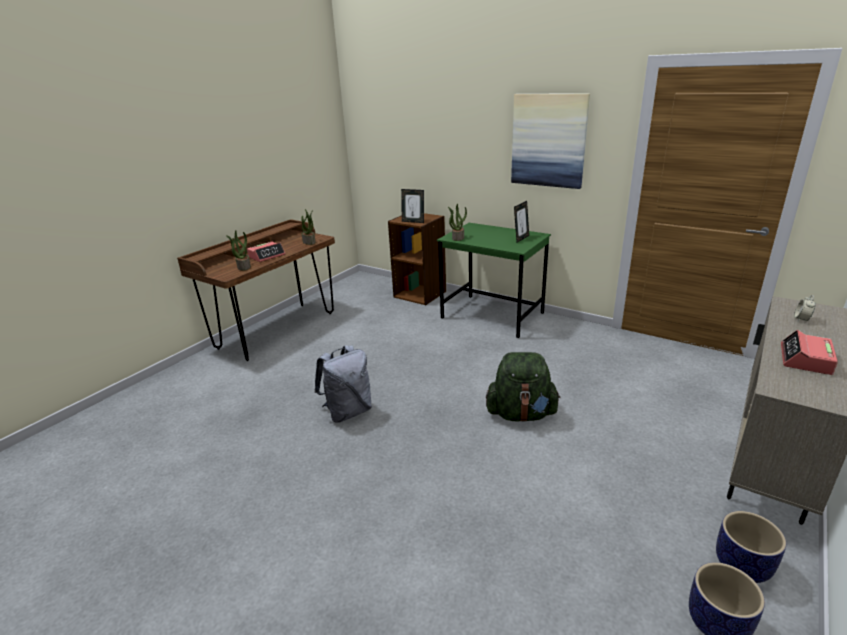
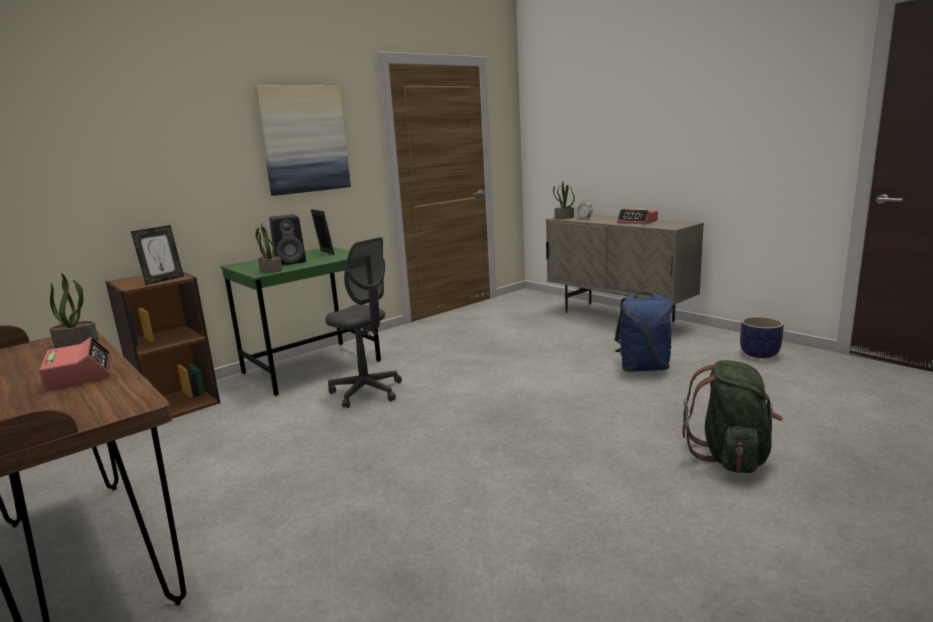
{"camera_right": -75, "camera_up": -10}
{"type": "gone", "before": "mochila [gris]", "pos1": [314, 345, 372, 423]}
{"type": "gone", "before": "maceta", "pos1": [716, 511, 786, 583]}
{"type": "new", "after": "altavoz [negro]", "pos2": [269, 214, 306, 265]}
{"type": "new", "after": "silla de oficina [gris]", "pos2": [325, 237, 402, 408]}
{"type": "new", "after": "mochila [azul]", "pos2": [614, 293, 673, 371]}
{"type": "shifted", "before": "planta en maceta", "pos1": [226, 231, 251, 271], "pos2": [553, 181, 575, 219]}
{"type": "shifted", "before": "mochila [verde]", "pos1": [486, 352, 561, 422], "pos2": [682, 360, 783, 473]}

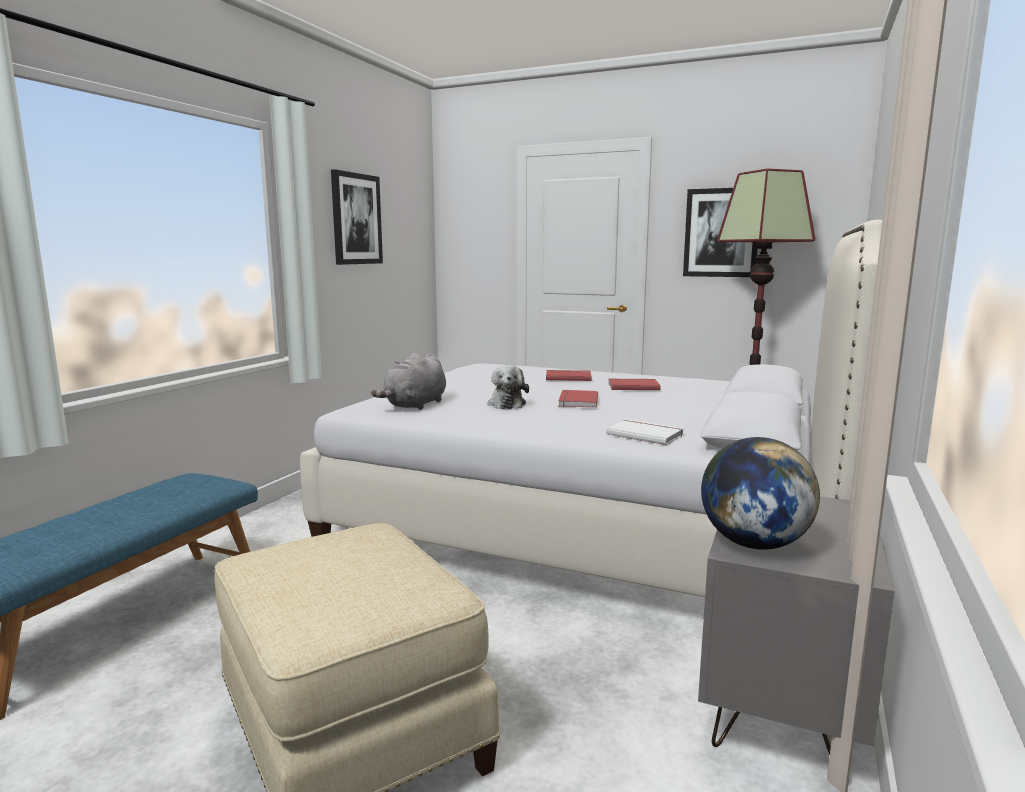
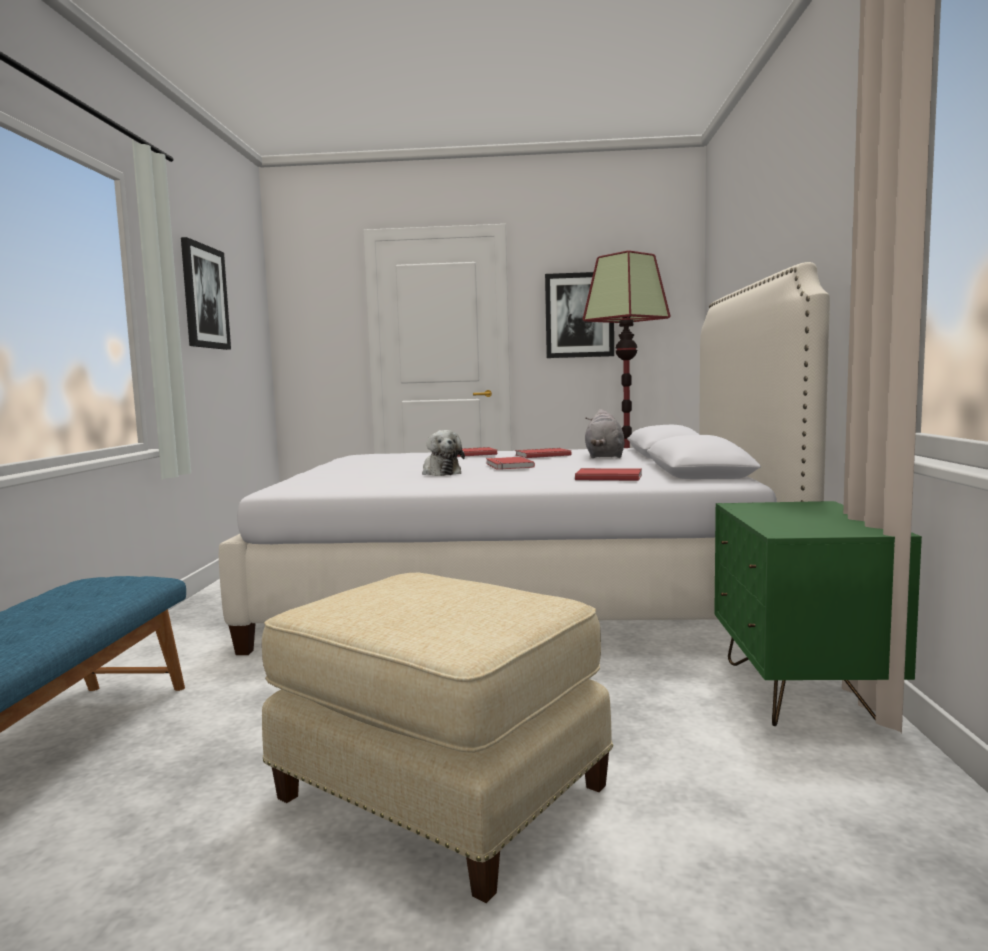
{"camera_right": -20, "camera_up": -5}
{"type": "gone", "before": "globo terráqueo", "pos1": [701, 437, 820, 550]}
{"type": "shifted", "before": "peluche [gris]", "pos1": [371, 353, 446, 410], "pos2": [585, 409, 625, 458]}
{"type": "repainted", "before": "libro [blanco]", "after": "libro [rojo]", "pos1": [606, 419, 684, 445], "pos2": [575, 468, 642, 481]}
{"type": "repainted", "before": "mesita de noche [gris]", "after": "mesita de noche [verde]", "pos1": [698, 497, 894, 755], "pos2": [714, 501, 922, 726]}

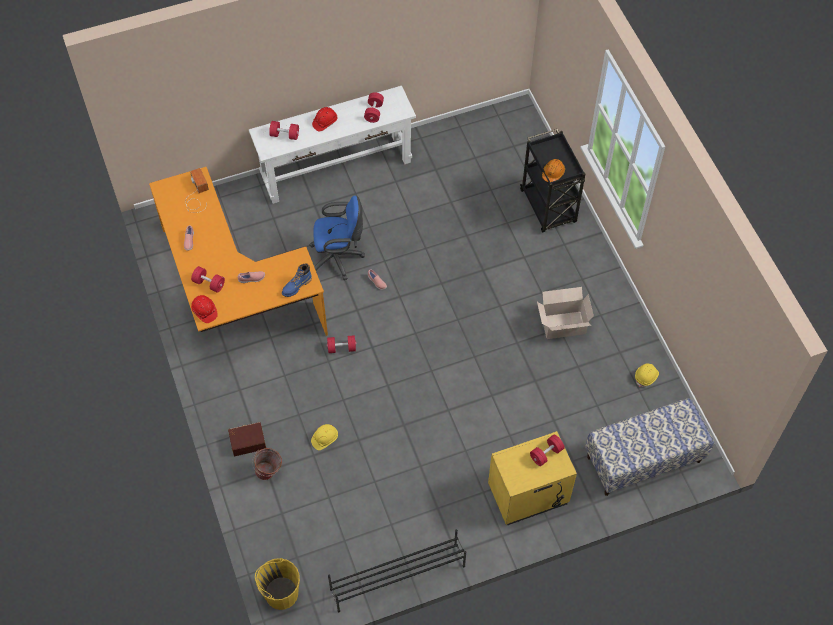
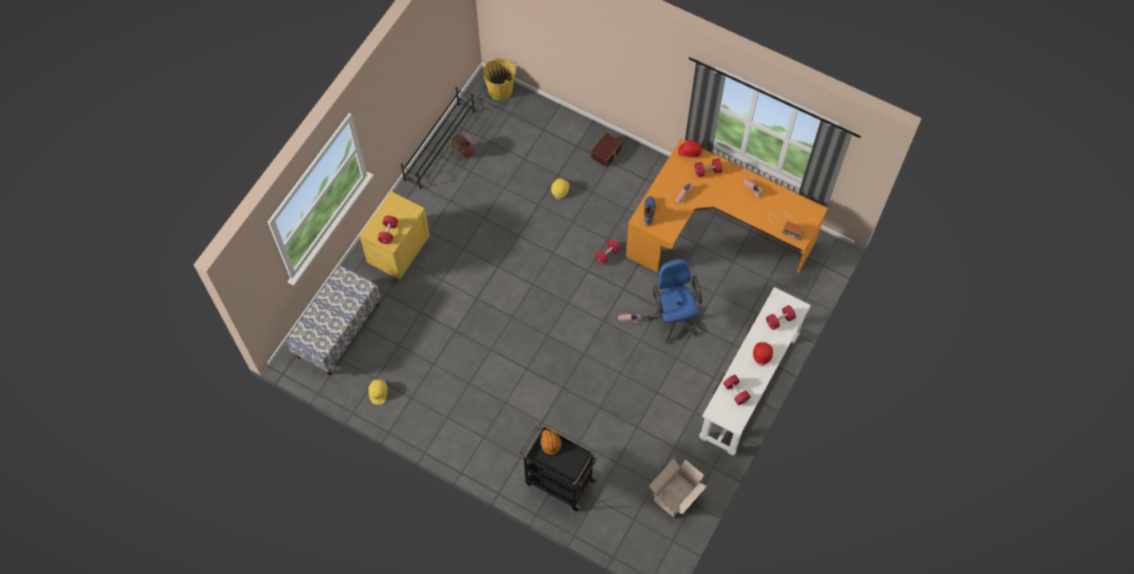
{"camera_right": 140, "camera_up": 5}
{"type": "shifted", "before": "cubo", "pos1": [252, 448, 282, 480], "pos2": [449, 132, 474, 159]}
{"type": "shifted", "before": "caja de cartón", "pos1": [537, 287, 594, 339], "pos2": [649, 458, 707, 517]}
{"type": "rotated", "before": "silla de oficina [azul]", "pos1": [309, 196, 365, 280], "pos2": [648, 258, 702, 343], "turn": 120}

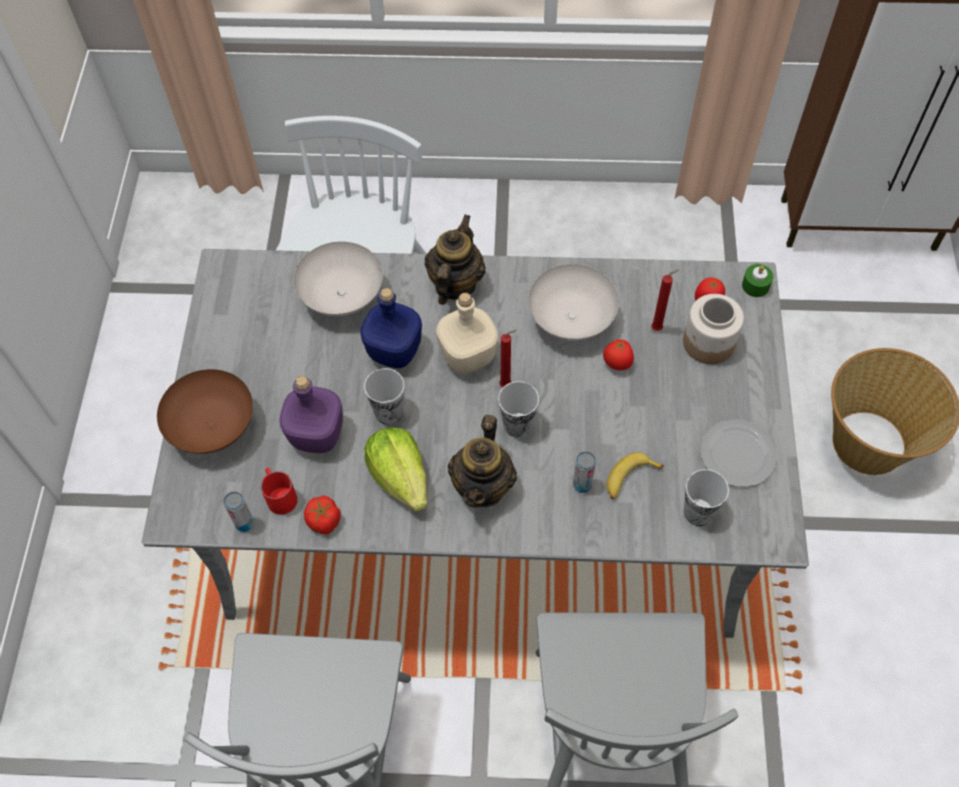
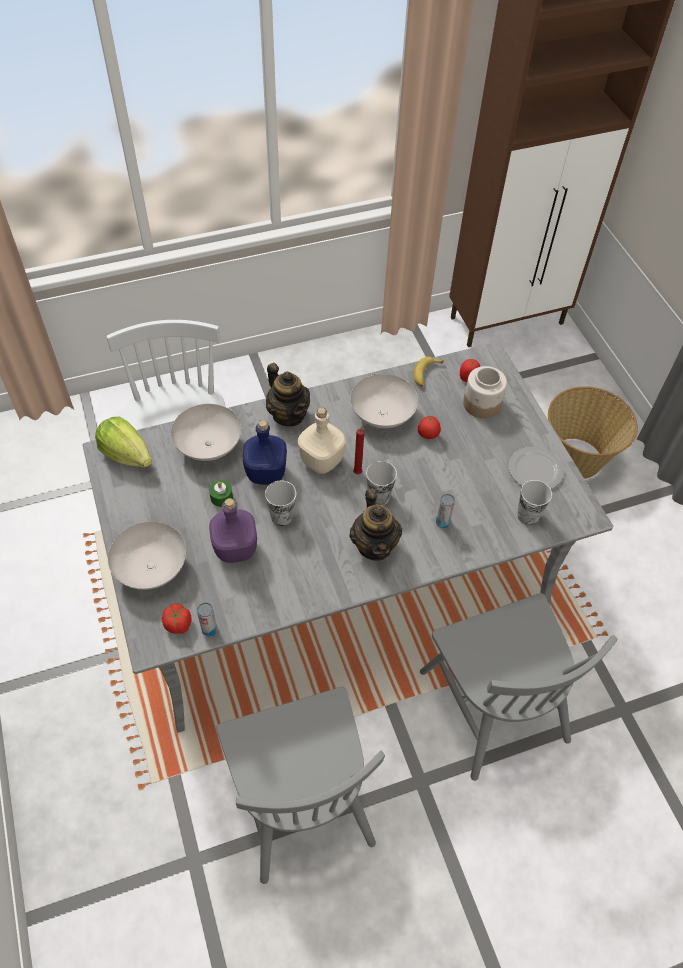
{"camera_right": -25, "camera_up": -5}
{"type": "gone", "before": "taza grande [rojo]", "pos1": [261, 468, 298, 515]}
{"type": "gone", "before": "vela [rojo]", "pos1": [651, 270, 679, 331]}
{"type": "shifted", "before": "tomate", "pos1": [304, 495, 341, 534], "pos2": [162, 604, 191, 634]}
{"type": "shifted", "before": "lechuga", "pos1": [364, 427, 427, 511], "pos2": [95, 417, 152, 467]}
{"type": "shifted", "before": "plátano", "pos1": [607, 453, 664, 499], "pos2": [413, 357, 444, 387]}
{"type": "shifted", "before": "vela [verde]", "pos1": [742, 264, 773, 297], "pos2": [209, 480, 233, 507]}
{"type": "repainted", "before": "cuenco [marrón]", "after": "cuenco [blanco]", "pos1": [157, 369, 253, 454], "pos2": [108, 522, 186, 590]}
{"type": "rotated", "before": "tetera", "pos1": [424, 214, 486, 305], "pos2": [266, 363, 310, 426], "turn": 150}

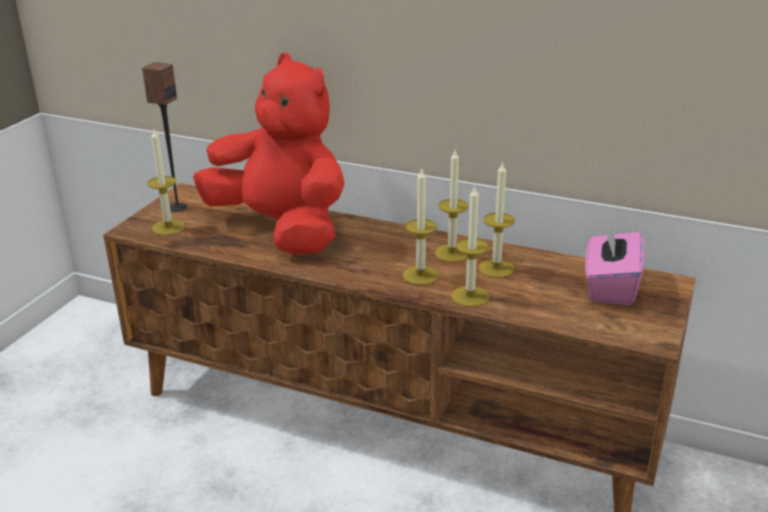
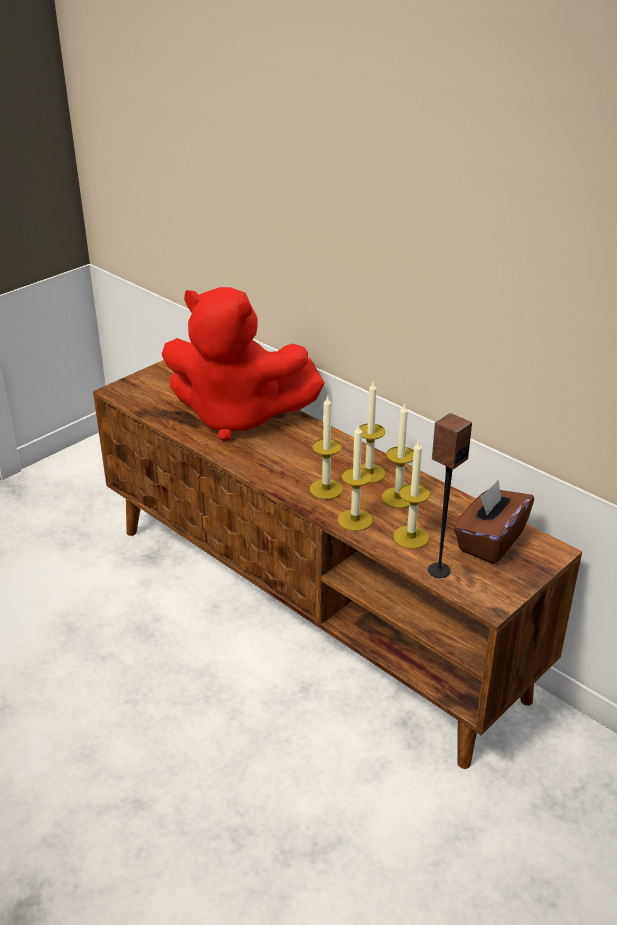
{"camera_right": 20, "camera_up": 5}
{"type": "shifted", "before": "altavoz", "pos1": [142, 62, 187, 212], "pos2": [428, 413, 472, 578]}
{"type": "shifted", "before": "vela", "pos1": [148, 129, 185, 235], "pos2": [393, 439, 430, 549]}
{"type": "repainted", "before": "caja de pañuelos [rosa]", "after": "caja de pañuelos [marrón]", "pos1": [585, 223, 644, 306], "pos2": [454, 480, 534, 564]}
{"type": "rotated", "before": "peluche [rojo]", "pos1": [193, 53, 345, 255], "pos2": [162, 287, 325, 441], "turn": 135}

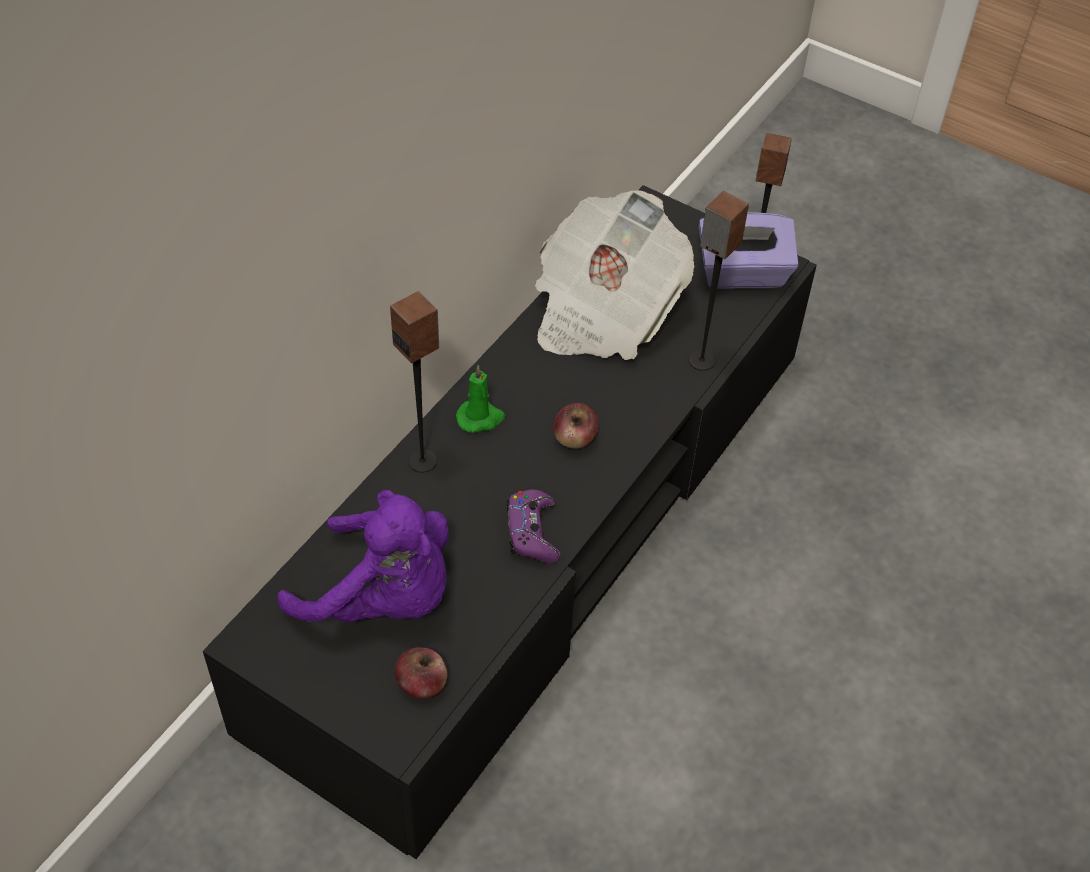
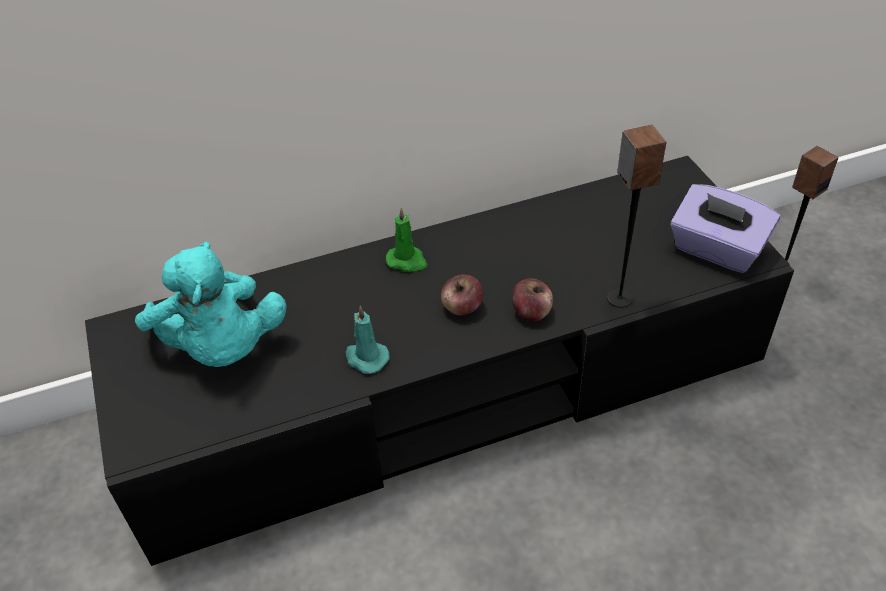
{"camera_right": 40, "camera_up": -5}
{"type": "gone", "before": "altavoz", "pos1": [390, 291, 439, 473]}
{"type": "gone", "before": "periódico", "pos1": [535, 190, 694, 360]}
{"type": "shifted", "before": "manzana", "pos1": [395, 647, 447, 699], "pos2": [512, 278, 553, 321]}
{"type": "swapped", "before": "mando de consola [morado]", "after": "vela [turquesa]", "pos1": [507, 489, 560, 563], "pos2": [345, 306, 390, 374]}
{"type": "repainted", "before": "peluche [morado]", "after": "peluche [turquesa]", "pos1": [277, 490, 449, 622], "pos2": [135, 242, 287, 367]}

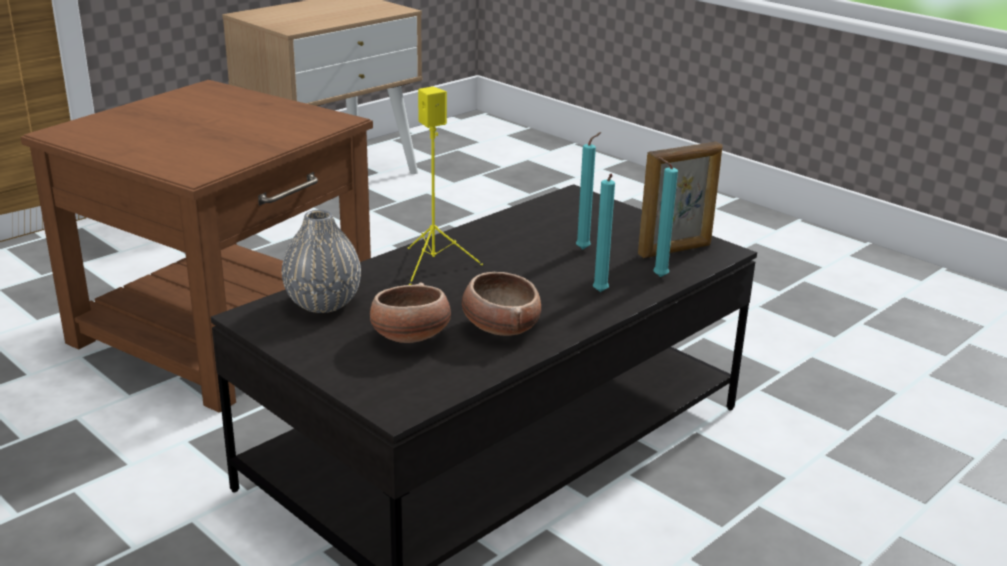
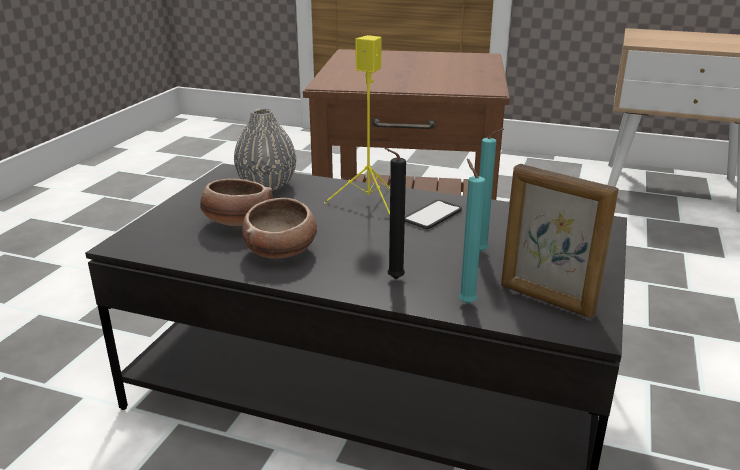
{"camera_right": 65, "camera_up": 0}
{"type": "new", "after": "móvil", "pos2": [405, 200, 462, 229]}
{"type": "repainted", "before": "vela [turquesa]", "after": "vela [negro]", "pos1": [593, 174, 615, 292], "pos2": [384, 148, 406, 279]}

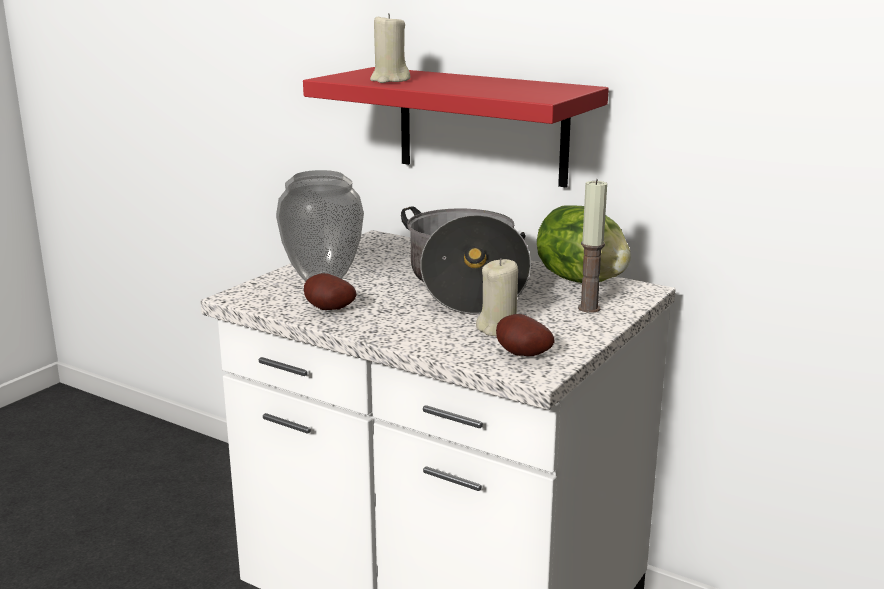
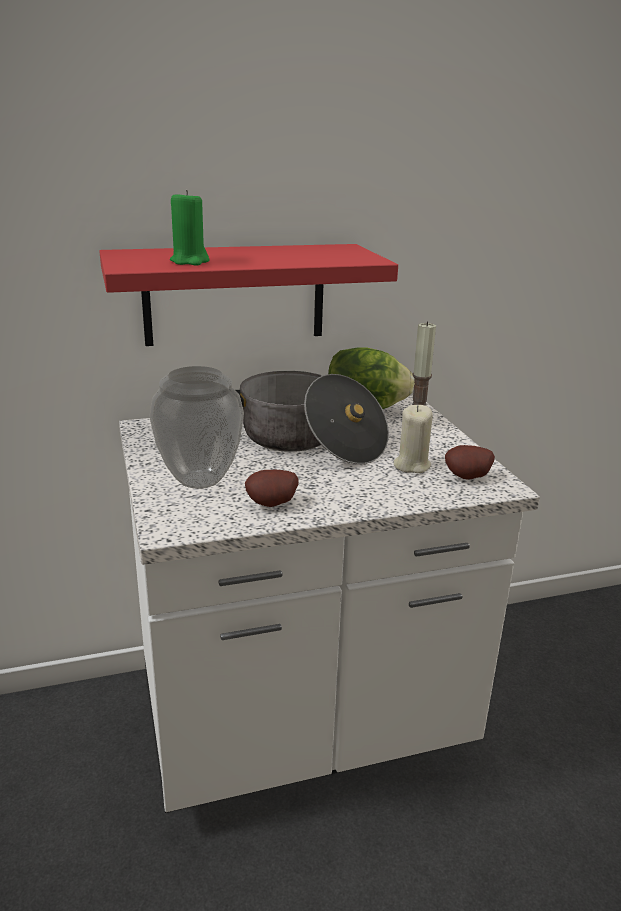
{"camera_right": -50, "camera_up": 5}
{"type": "repainted", "before": "vela [beis]", "after": "vela [verde]", "pos1": [370, 13, 410, 83], "pos2": [170, 190, 209, 265]}

